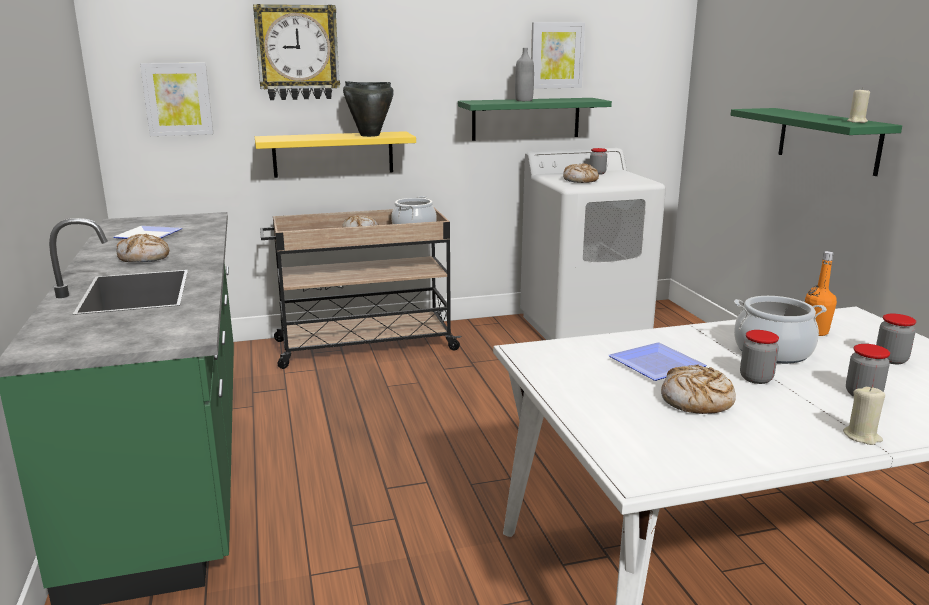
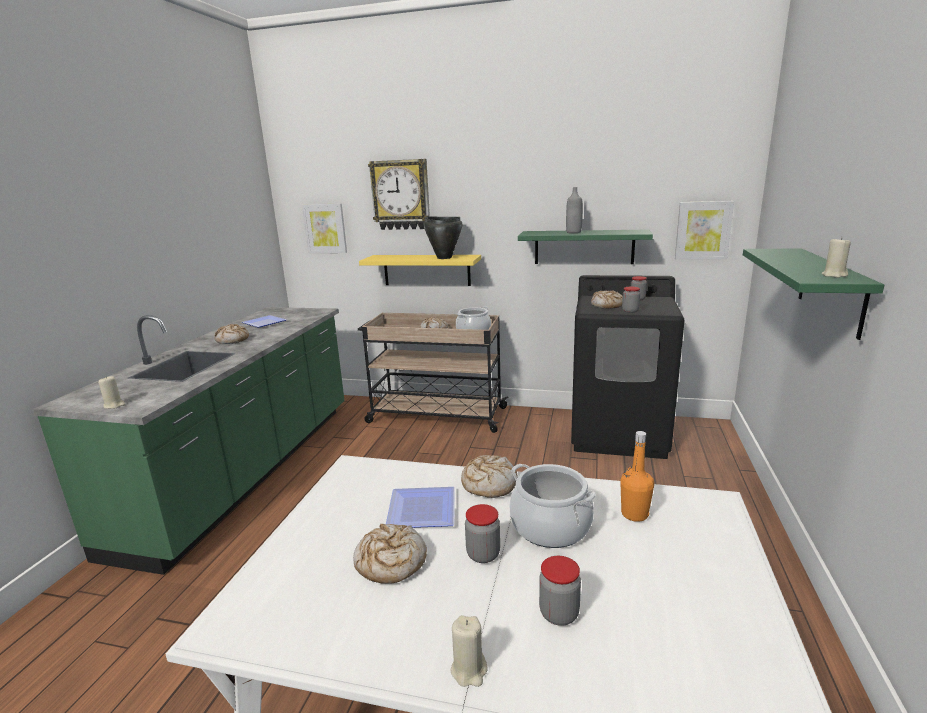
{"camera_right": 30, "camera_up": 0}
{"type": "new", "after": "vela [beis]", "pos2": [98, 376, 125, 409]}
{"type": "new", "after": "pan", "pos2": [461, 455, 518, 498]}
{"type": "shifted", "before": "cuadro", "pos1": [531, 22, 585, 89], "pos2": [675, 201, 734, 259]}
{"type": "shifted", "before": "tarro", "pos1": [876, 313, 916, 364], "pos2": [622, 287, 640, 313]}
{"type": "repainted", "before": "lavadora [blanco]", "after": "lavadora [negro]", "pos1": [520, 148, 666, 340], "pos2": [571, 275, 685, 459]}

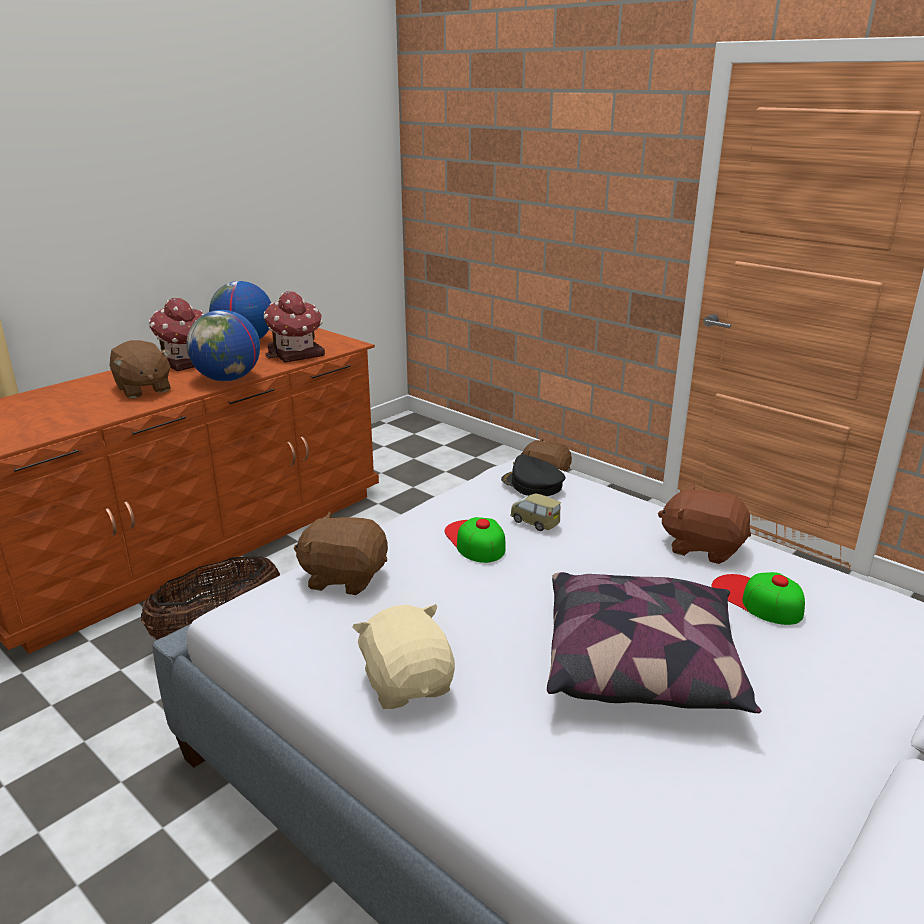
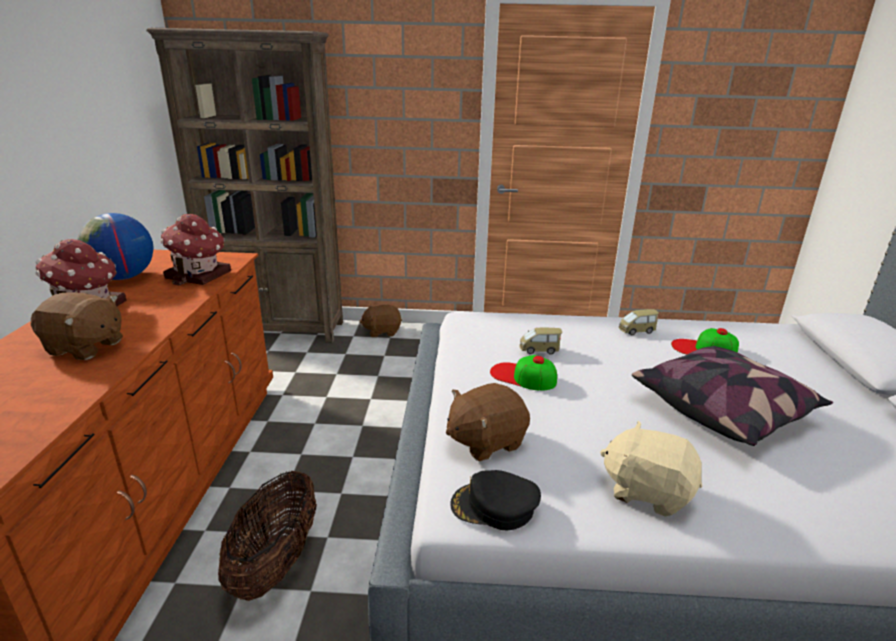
{"camera_right": -40, "camera_up": 0}
{"type": "gone", "before": "globo terráqueo", "pos1": [186, 310, 260, 381]}
{"type": "new", "after": "estantería [marrón]", "pos2": [146, 28, 343, 343]}
{"type": "shifted", "before": "gorra [negro]", "pos1": [501, 454, 565, 496], "pos2": [450, 470, 541, 531]}
{"type": "swapped", "before": "peluche [marrón]", "after": "coche de juguete", "pos1": [658, 484, 751, 564], "pos2": [619, 309, 659, 335]}

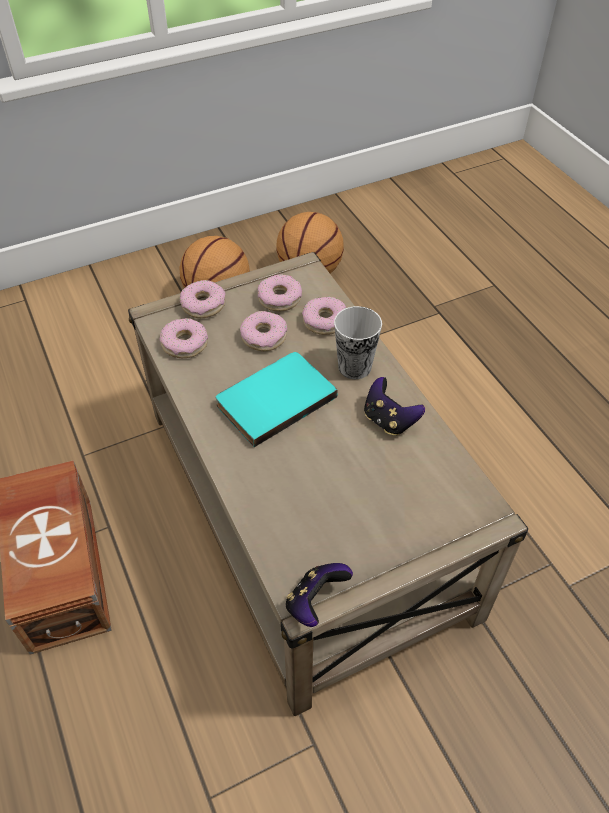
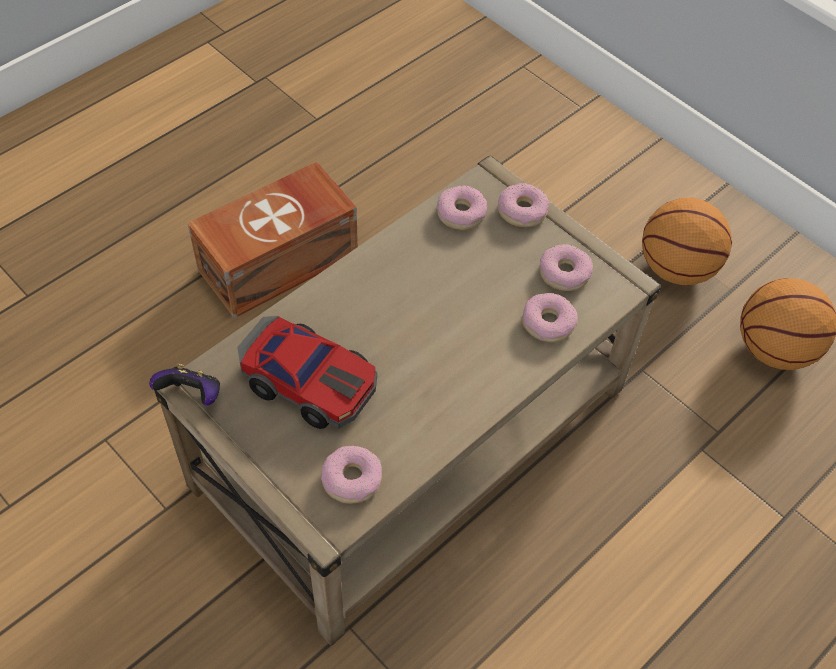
{"camera_right": 70, "camera_up": 5}
{"type": "gone", "before": "libro [turquesa]", "pos1": [216, 352, 338, 447]}
{"type": "gone", "before": "taza", "pos1": [334, 306, 382, 379]}
{"type": "gone", "before": "mando de consola", "pos1": [364, 377, 425, 435]}
{"type": "new", "after": "coche de juguete", "pos2": [237, 316, 377, 429]}
{"type": "shifted", "before": "rosquilla", "pos1": [240, 311, 287, 351], "pos2": [321, 446, 382, 504]}

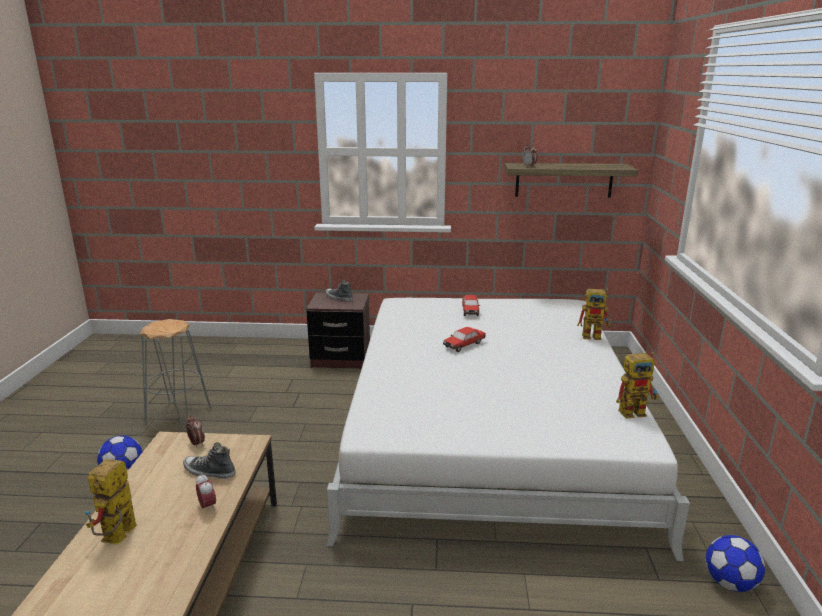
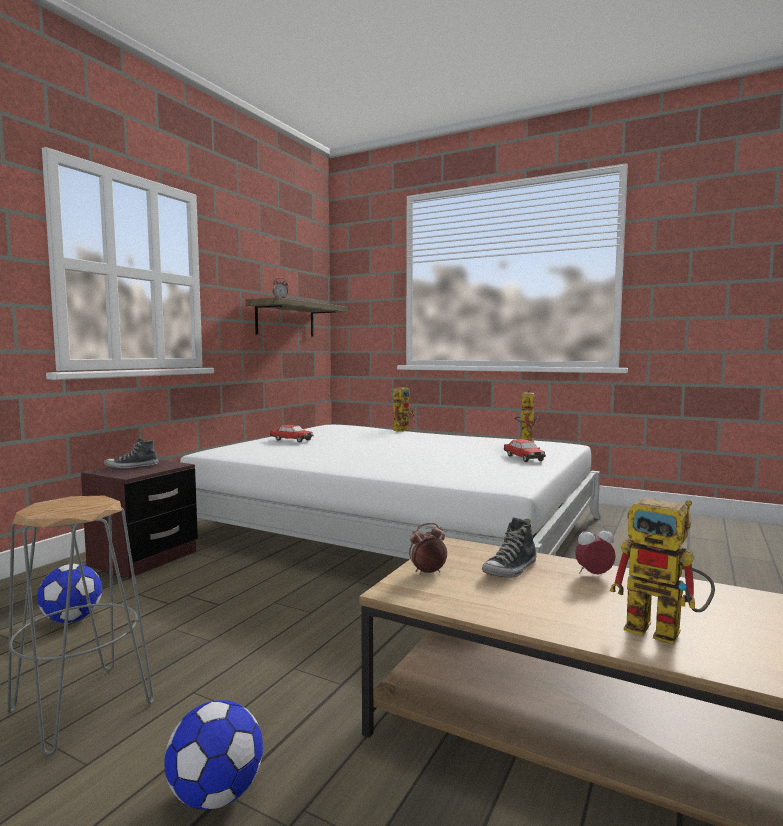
{"camera_right": -65, "camera_up": -15}
{"type": "shifted", "before": "coche de juguete", "pos1": [443, 327, 486, 352], "pos2": [504, 439, 546, 462]}
{"type": "shifted", "before": "balón de fútbol", "pos1": [706, 535, 765, 592], "pos2": [37, 564, 102, 623]}

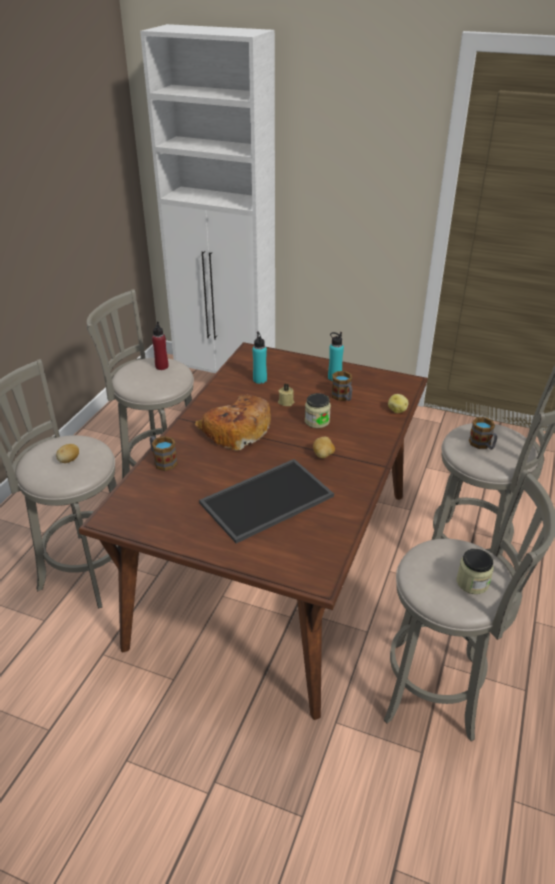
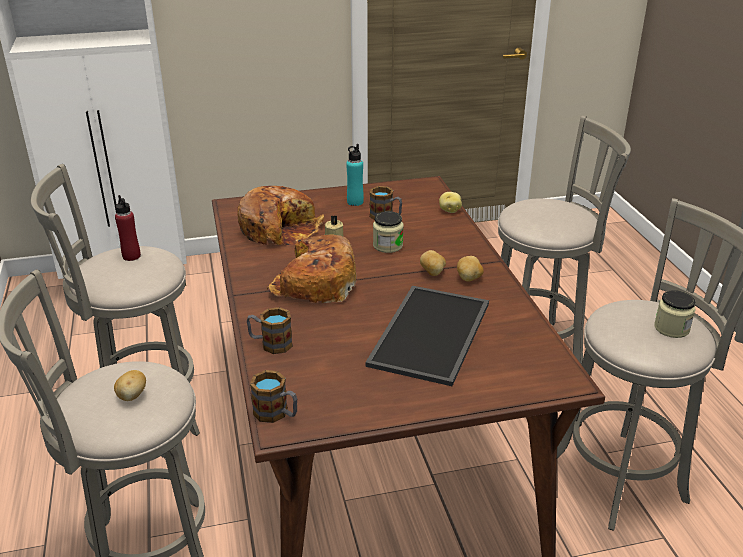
{"camera_right": -35, "camera_up": -5}
{"type": "new", "after": "patata", "pos2": [457, 256, 484, 282]}
{"type": "shifted", "before": "taza grande", "pos1": [469, 417, 497, 449], "pos2": [250, 370, 297, 423]}
{"type": "swapped", "before": "botella [turquesa]", "after": "pan", "pos1": [252, 331, 267, 384], "pos2": [237, 186, 324, 245]}

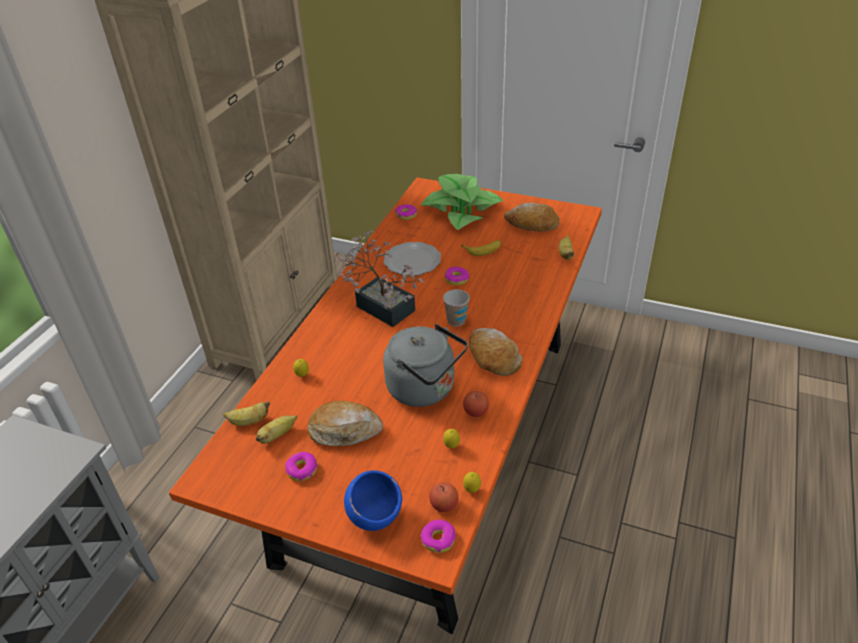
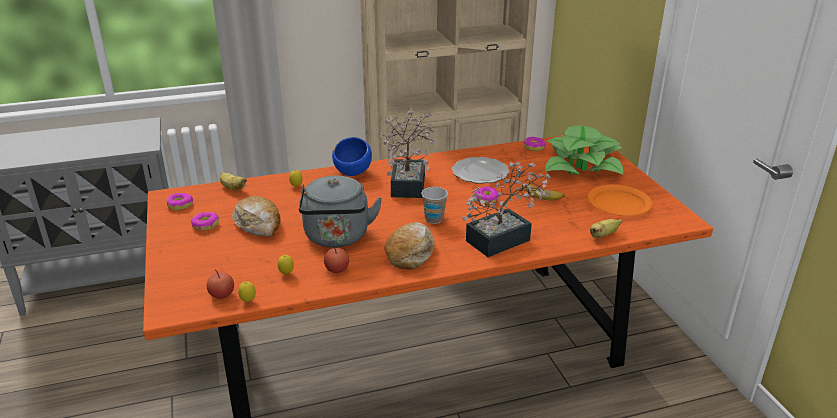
{"camera_right": 50, "camera_up": -10}
{"type": "gone", "before": "plátano", "pos1": [256, 415, 297, 444]}
{"type": "new", "after": "planta en maceta", "pos2": [462, 162, 551, 257]}
{"type": "shifted", "before": "cuenco [azul]", "pos1": [344, 470, 402, 531], "pos2": [332, 137, 372, 176]}
{"type": "shifted", "before": "rosquilla", "pos1": [421, 520, 456, 553], "pos2": [167, 193, 193, 210]}
{"type": "swapped", "before": "pan", "after": "plato [naranja]", "pos1": [504, 203, 559, 232], "pos2": [588, 185, 652, 216]}

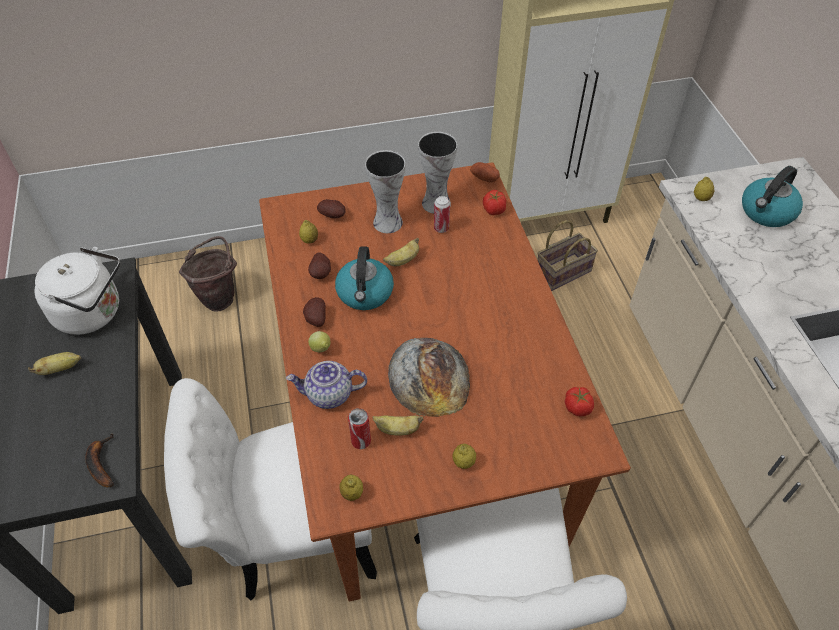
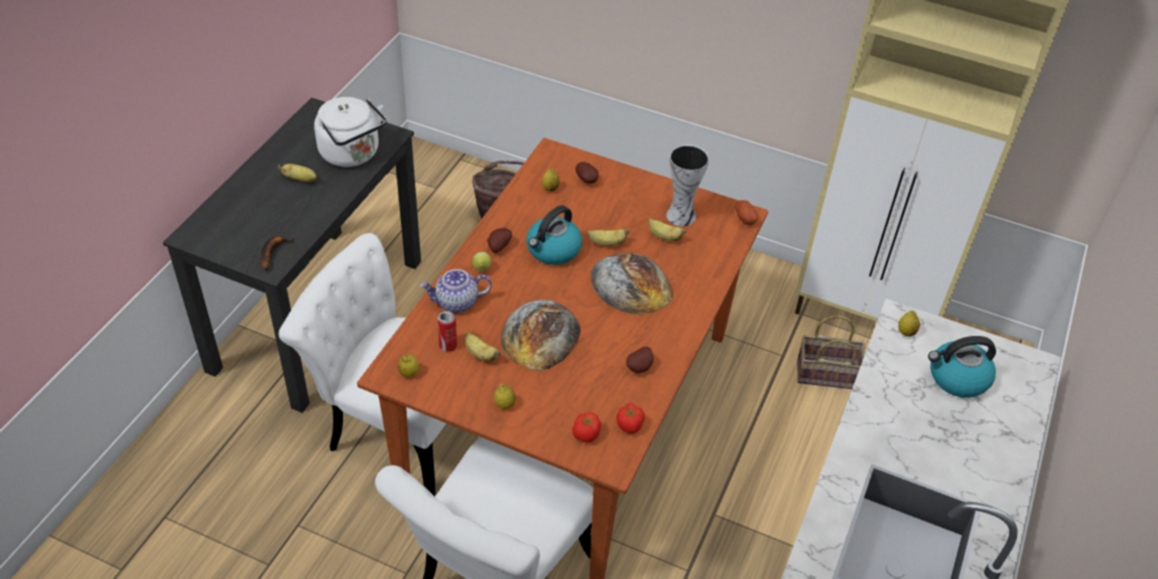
{"camera_right": 35, "camera_up": -5}
{"type": "gone", "before": "florero", "pos1": [365, 150, 406, 233]}
{"type": "new", "after": "pan", "pos2": [591, 253, 673, 315]}
{"type": "shifted", "before": "patata", "pos1": [308, 253, 331, 279], "pos2": [626, 347, 654, 373]}
{"type": "shifted", "before": "tomate", "pos1": [483, 190, 506, 215], "pos2": [573, 412, 601, 443]}
{"type": "swapped", "before": "lata", "after": "plátano", "pos1": [434, 196, 450, 233], "pos2": [648, 218, 686, 241]}
{"type": "rotated", "before": "tetera", "pos1": [286, 361, 367, 409], "pos2": [420, 269, 492, 313], "turn": -45}

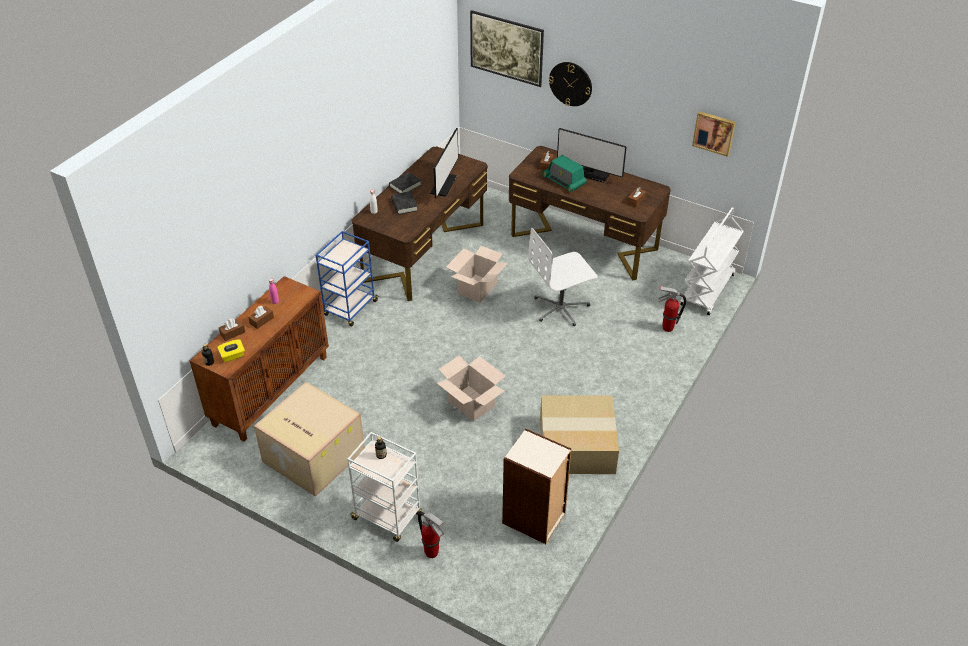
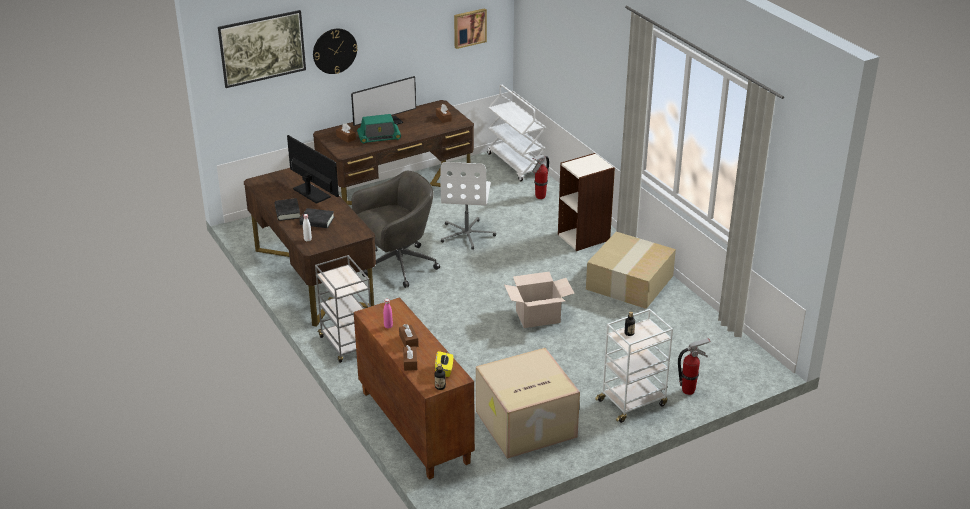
{"camera_right": -60, "camera_up": -10}
{"type": "shifted", "before": "estantería", "pos1": [502, 429, 572, 544], "pos2": [558, 153, 615, 251]}
{"type": "swapped", "before": "caja de cartón", "after": "silla de oficina [gris]", "pos1": [446, 246, 508, 303], "pos2": [352, 171, 440, 288]}
{"type": "repainted", "before": "carrito [azul]", "after": "carrito [gris]", "pos1": [316, 231, 379, 327], "pos2": [315, 255, 371, 363]}

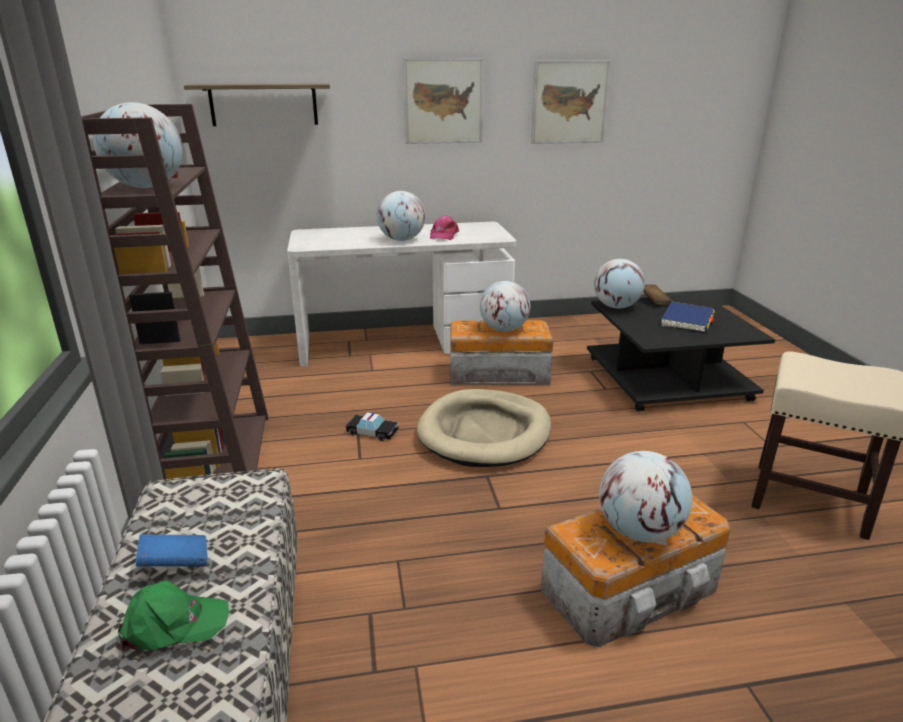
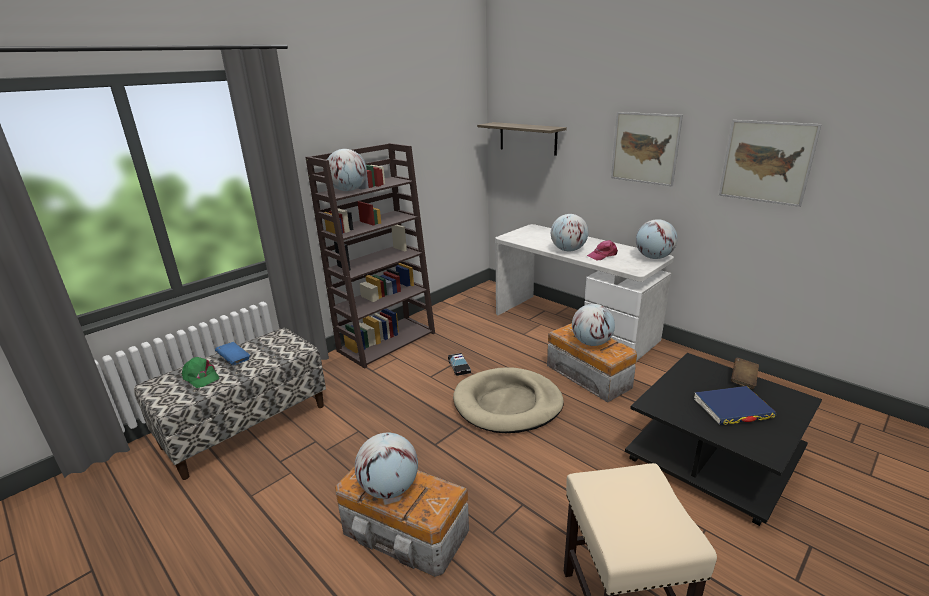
{"camera_right": 55, "camera_up": 0}
{"type": "shifted", "before": "globo terráqueo", "pos1": [594, 259, 645, 308], "pos2": [636, 219, 678, 259]}

